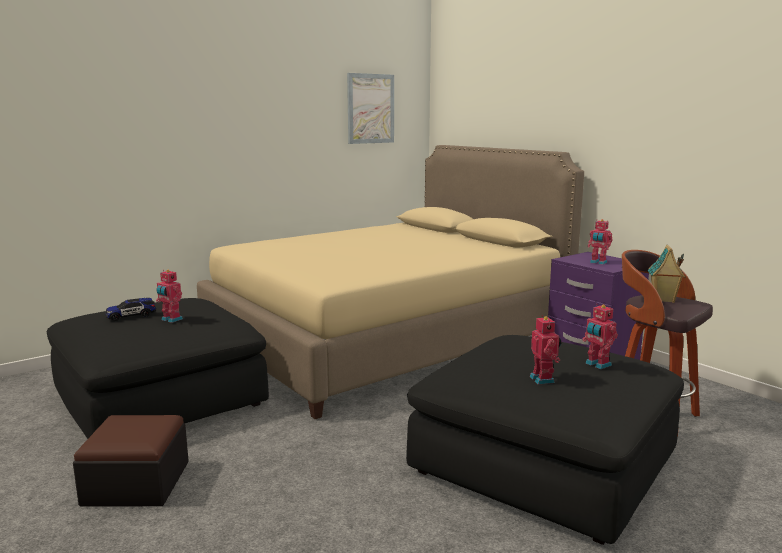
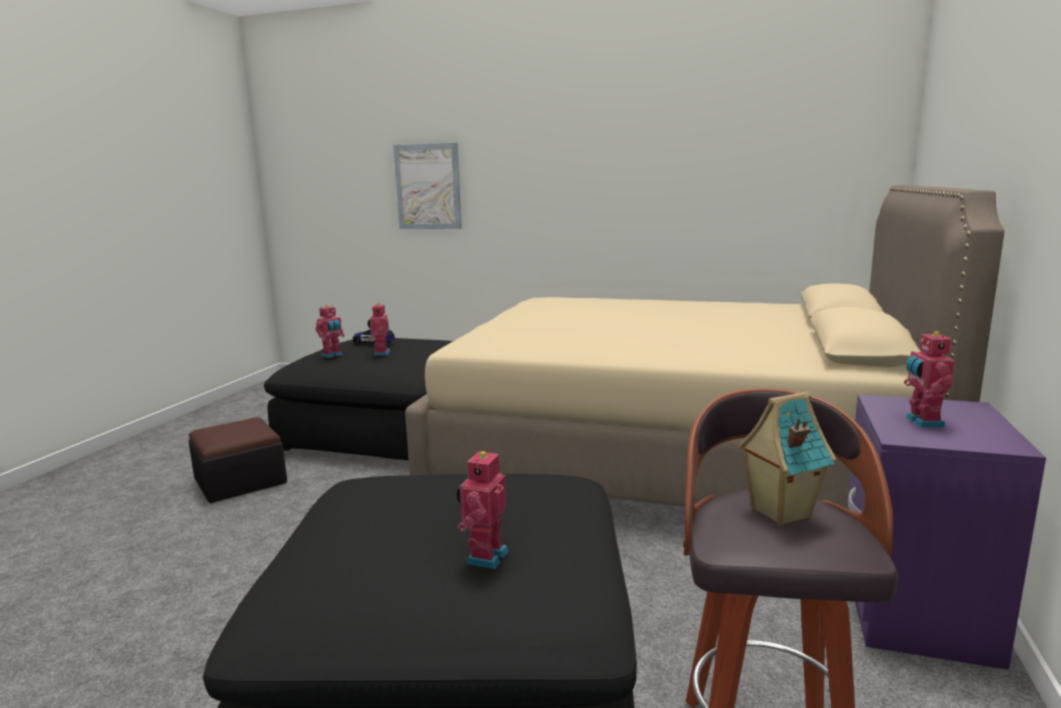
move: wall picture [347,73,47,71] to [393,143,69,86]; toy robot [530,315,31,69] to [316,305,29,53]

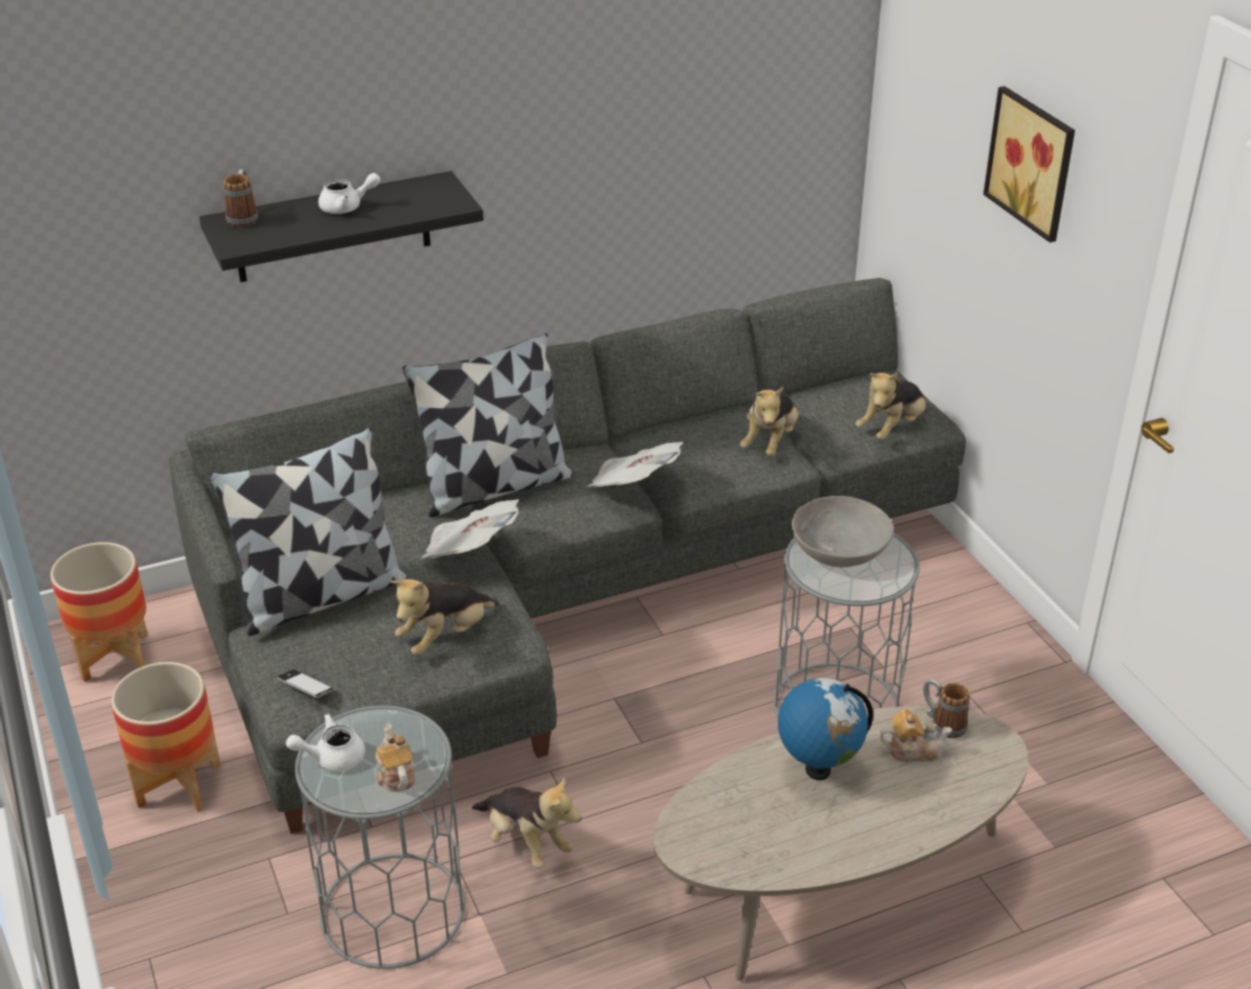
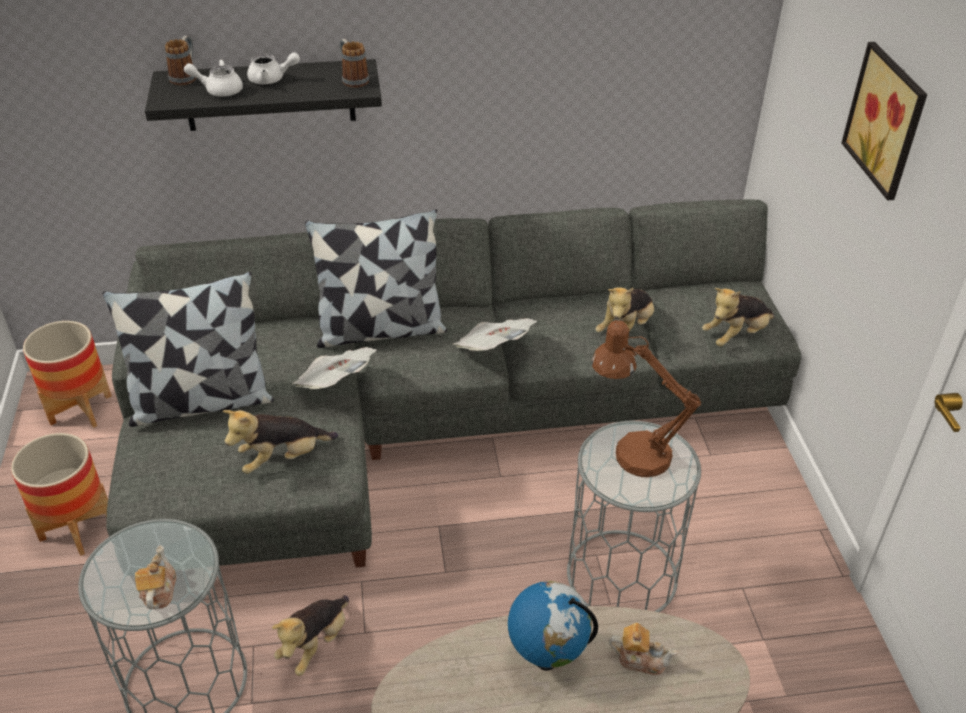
delete: phone [277,669,57,29]
move: coffee mug [923,679,47,59] to [339,39,30,49]; pot for tea (whitish) [286,714,79,58] to [184,59,59,38]
replace: bowl (grey) [792,496,102,71] to tabletop lamp (brownish) [592,320,109,157]
rotate: soft toy [472,777,109,92] = [272,595,77,81] 60 degrees clockwise

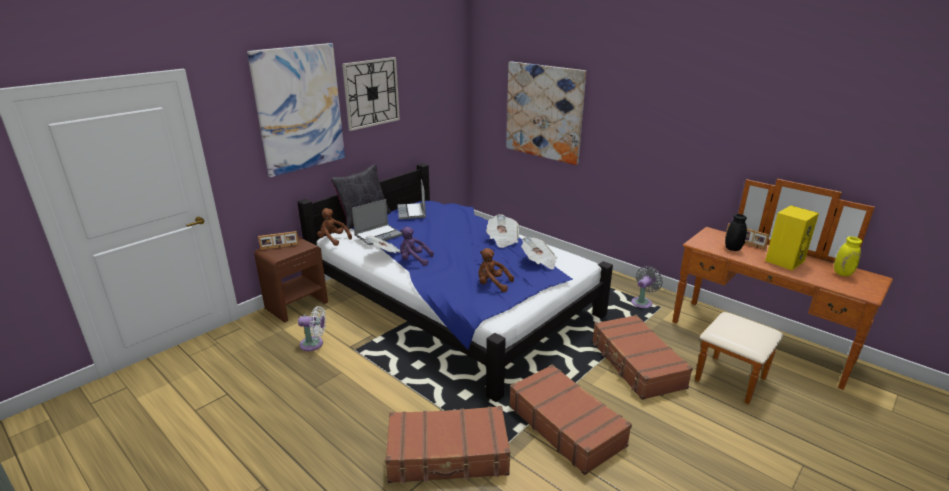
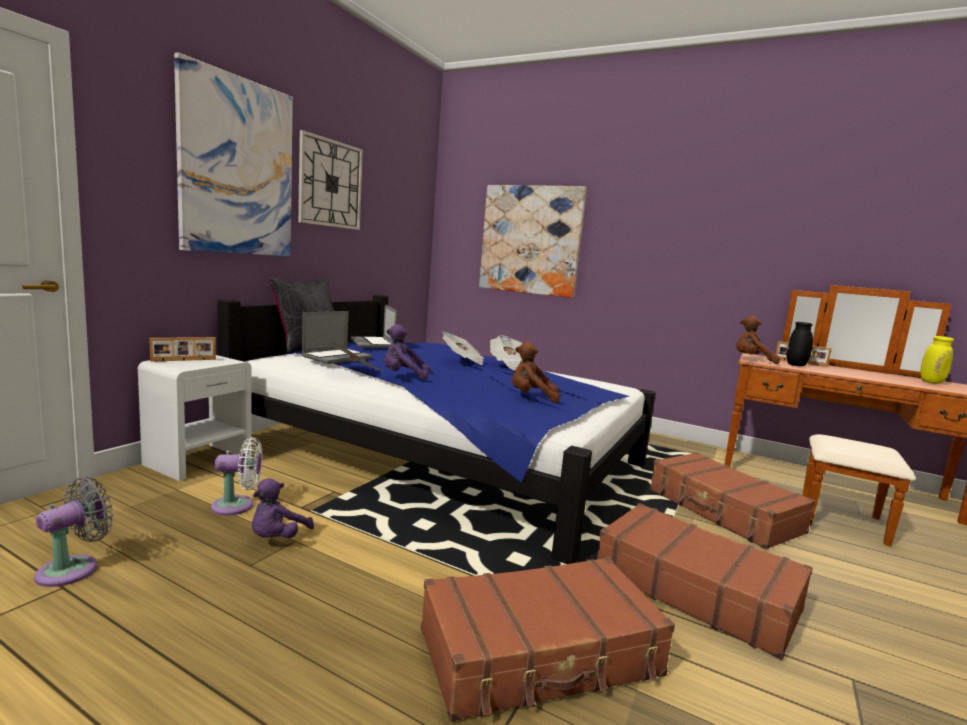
delete: speaker (yellowish) [765,205,54,66]
insert: soft toy (purple-coloured) [252,478,62,60]
move: soft toy (brownish) [317,208,35,38] to [736,316,44,48]; daily paper [521,237,36,32] to [443,332,41,33]; fan (grey) [631,266,32,42] to [34,477,79,110]
recolor: bedside table (brownish) [254,236,74,87] to bedside table (whitish) [138,355,113,126]

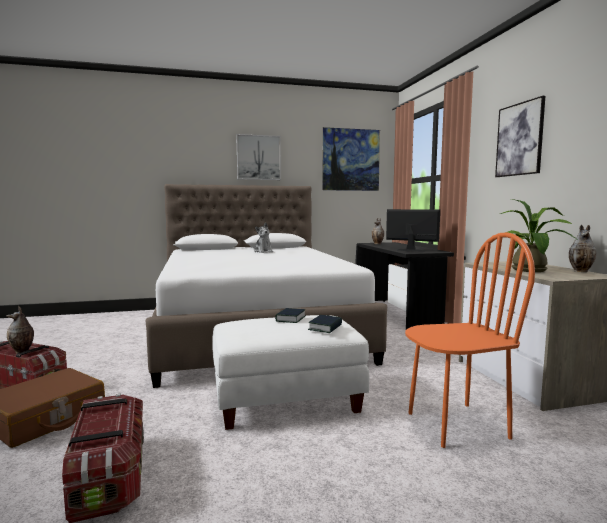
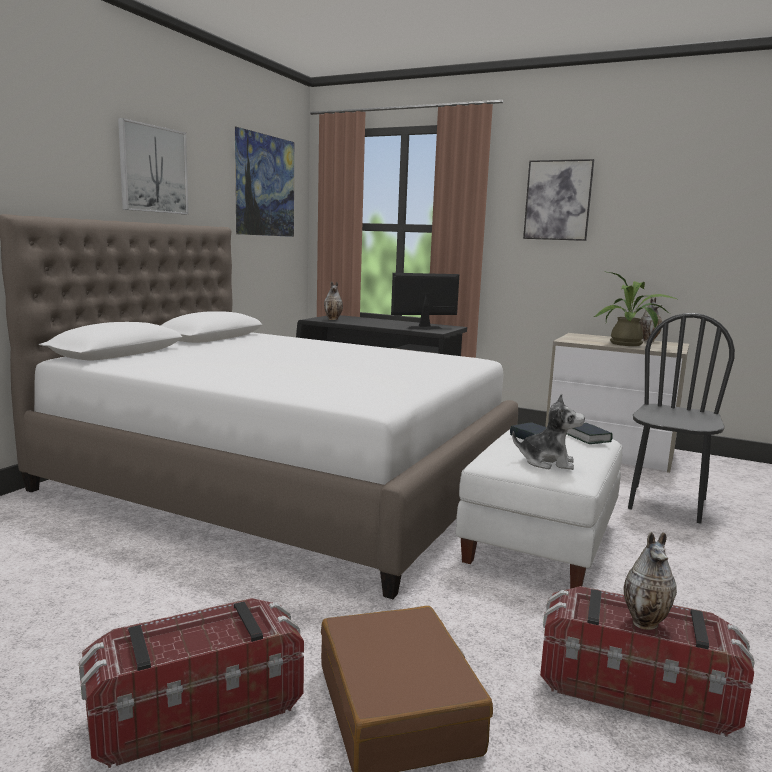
move: soft toy [254,222,19,31] to [512,393,73,77]; vase [6,306,28,48] to [624,532,53,98]
recolor: upright chair (orange-coloured) [405,232,130,216] to upright chair (black) [628,313,107,210]

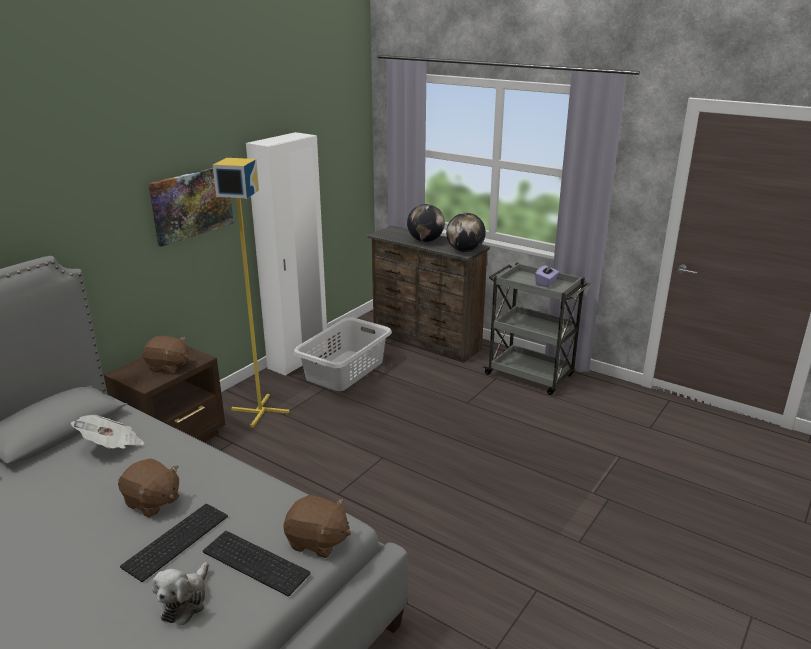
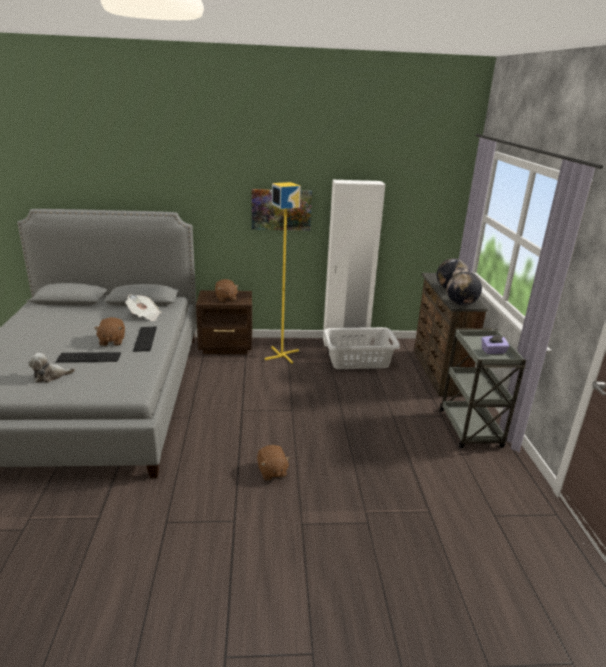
move: soft toy (brownish) [284,495,67,63] to [257,445,34,36]; PC keyboard [203,531,107,65] to [133,326,24,26]

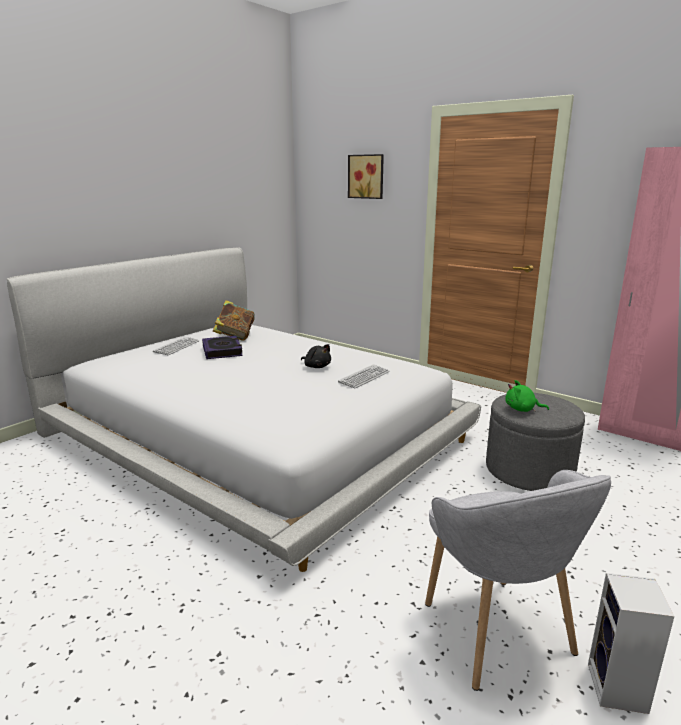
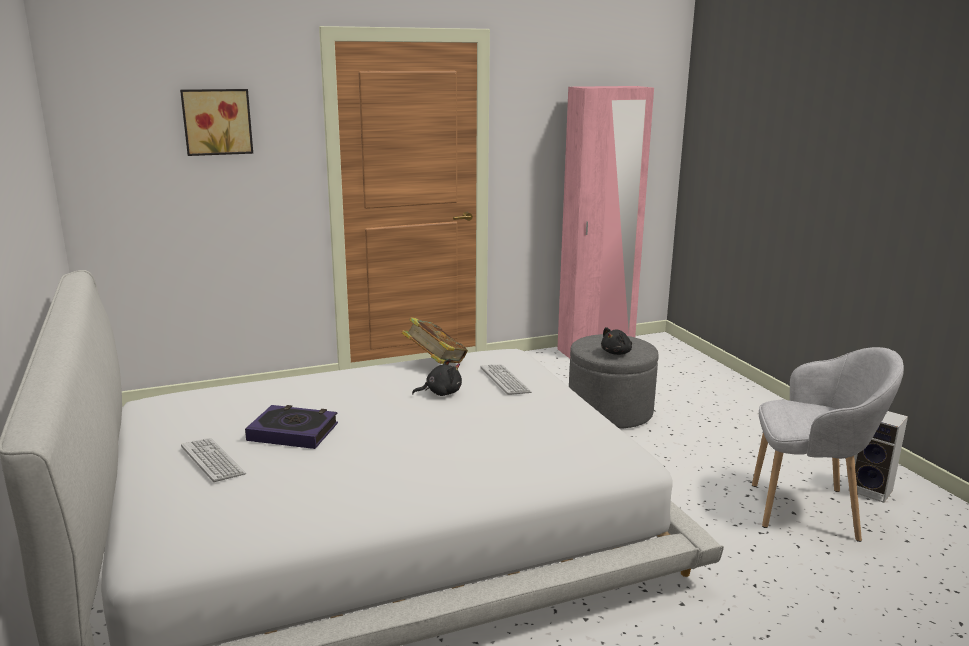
move: bound book [213,300,42,41] to [401,317,67,47]
recolor: soft toy (greenish) [505,380,44,32] to soft toy (black) [601,327,31,28]

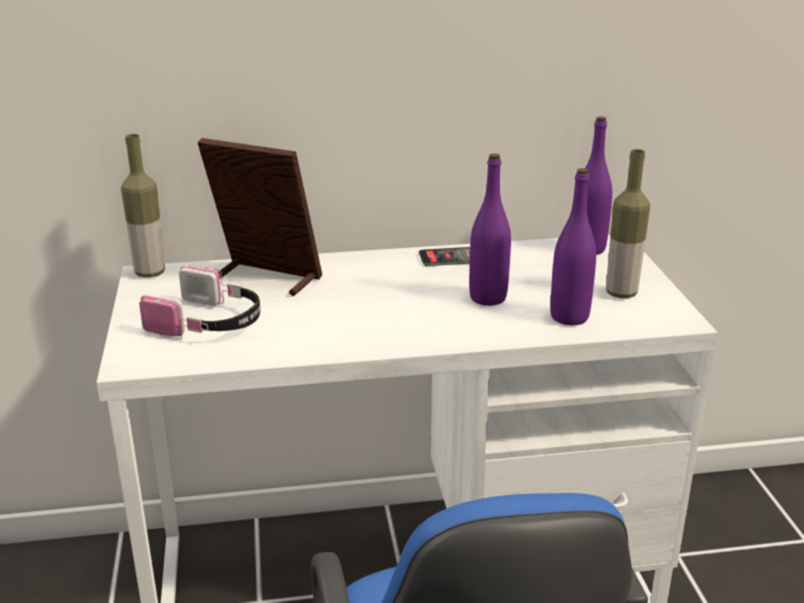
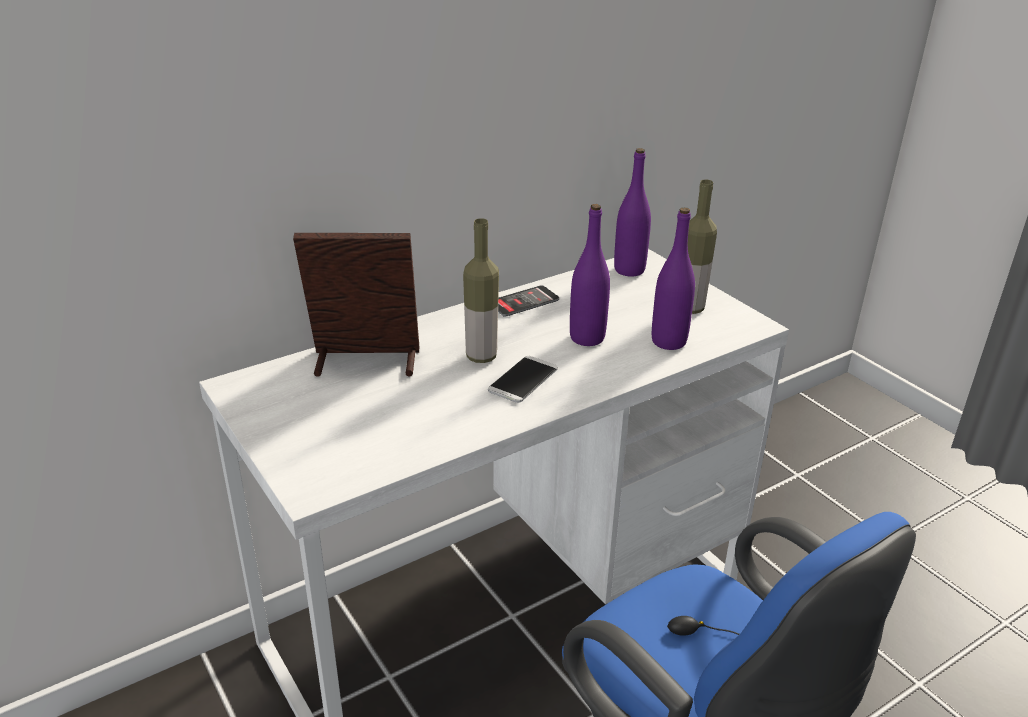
delete: headset [139,266,121,73]
insert: phone [488,356,70,47]
move: beverage bottle [121,134,44,144] to [463,218,36,145]

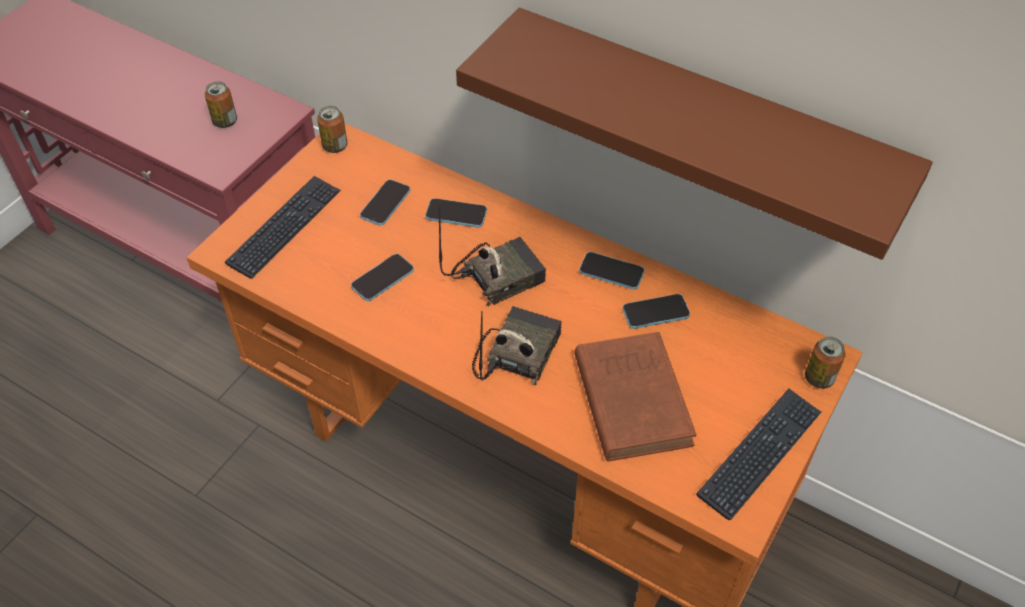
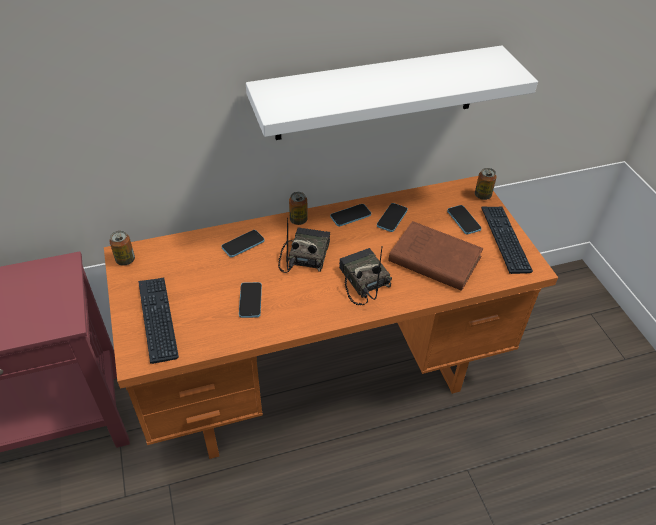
move: metal can [205,82,32,46] to [289,192,19,33]; phone [360,179,51,47] to [447,205,34,29]
recolor: bracket shelf (brownish) [456,8,477,252] to bracket shelf (whitish) [246,45,292,95]

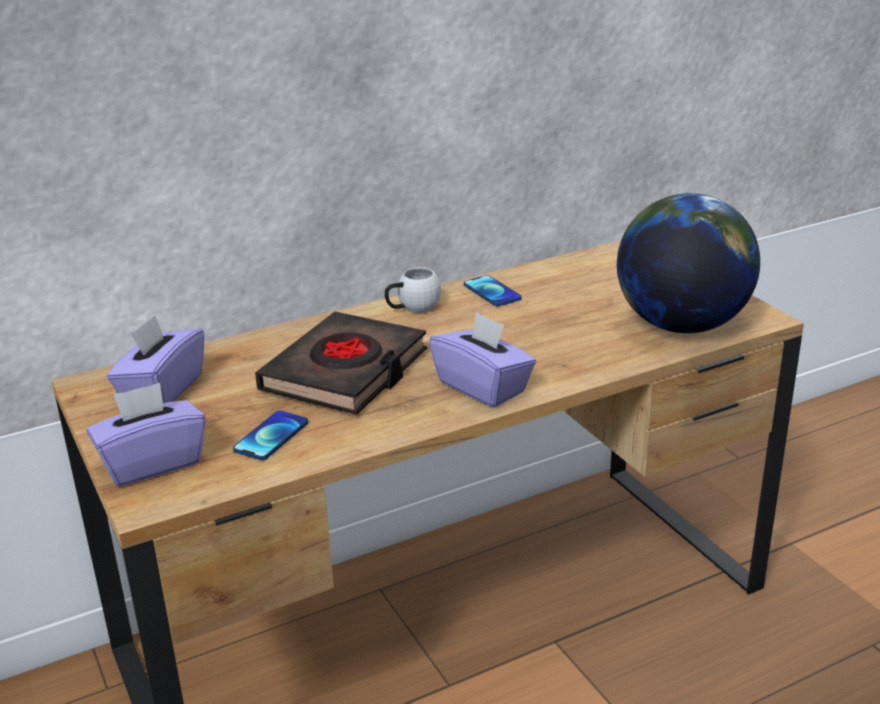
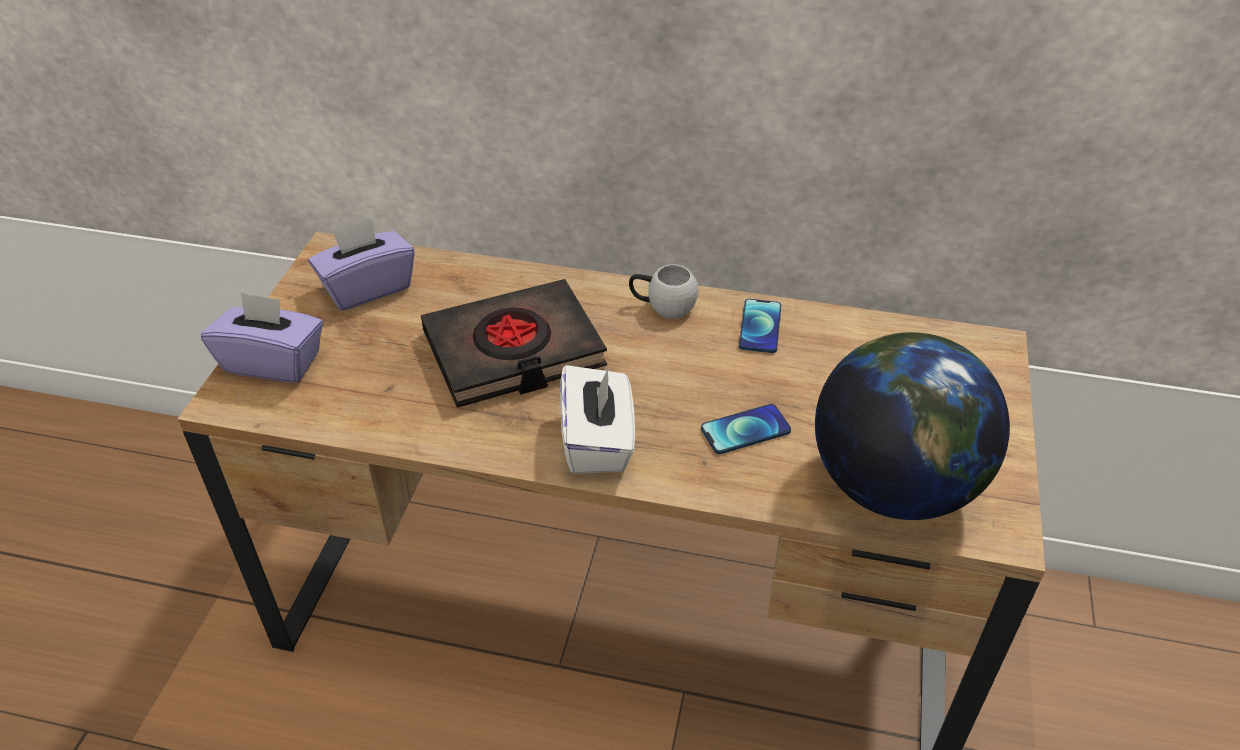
move: phone [233,411,75,49] to [701,404,90,50]
recolor: tissue box (purple-coloured) [429,311,107,97] to tissue box (whitish) [560,365,75,109]

